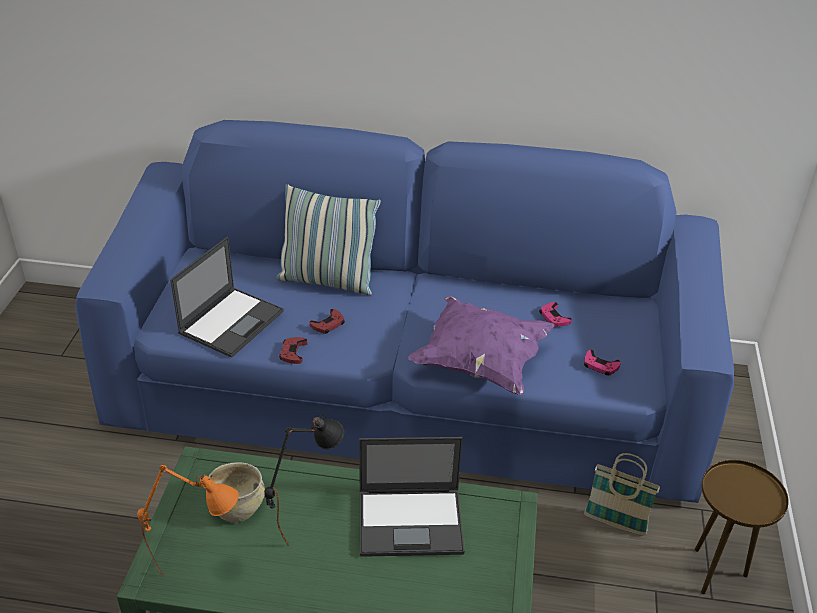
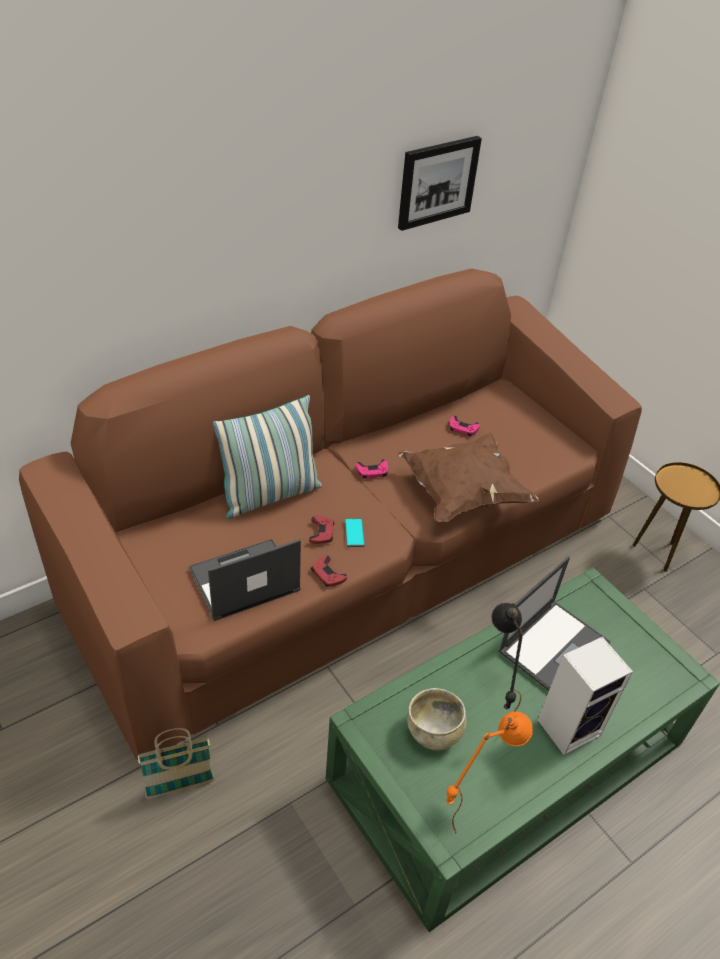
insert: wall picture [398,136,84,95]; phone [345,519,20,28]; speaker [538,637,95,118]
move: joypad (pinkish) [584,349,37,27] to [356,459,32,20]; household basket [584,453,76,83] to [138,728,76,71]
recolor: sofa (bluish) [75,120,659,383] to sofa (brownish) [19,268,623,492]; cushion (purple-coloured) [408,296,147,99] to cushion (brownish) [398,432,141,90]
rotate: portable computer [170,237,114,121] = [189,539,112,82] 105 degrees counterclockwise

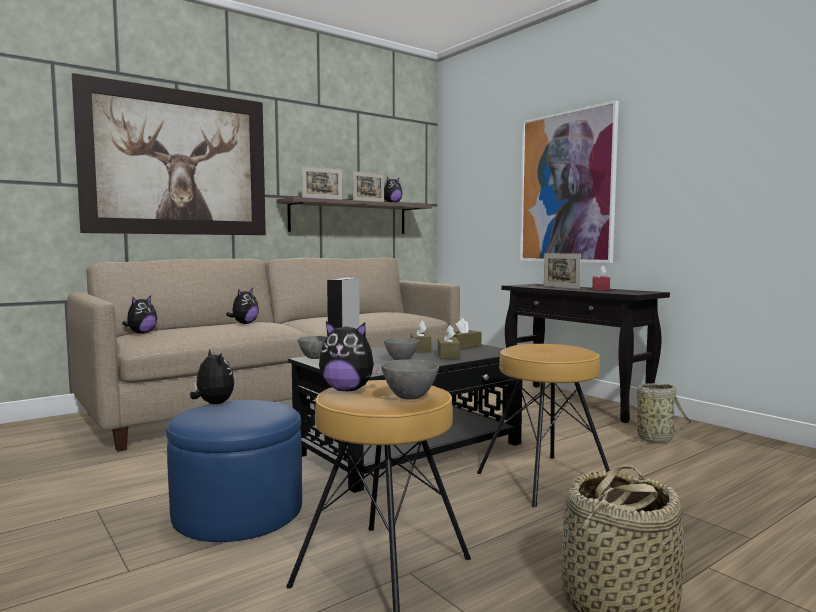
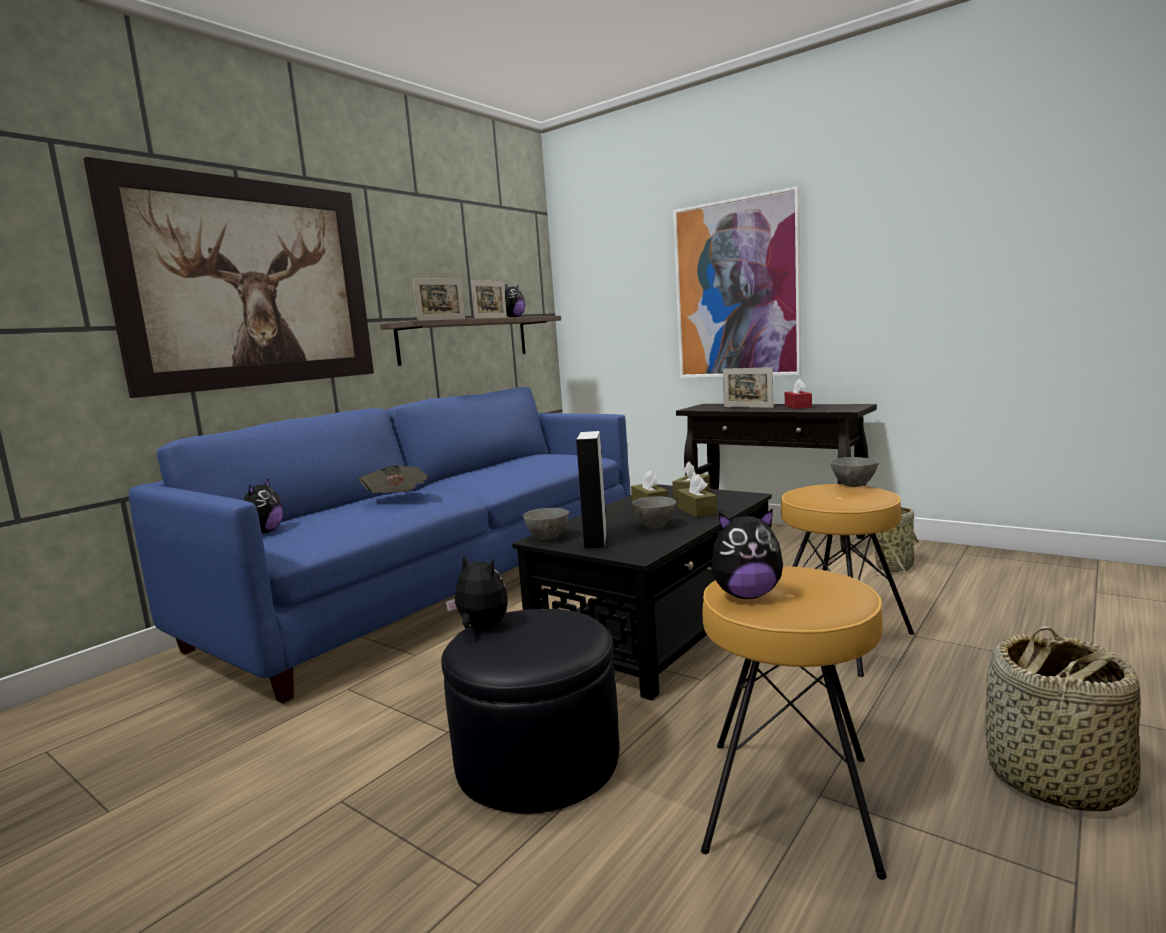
move: bowl (grey) [381,359,58,41] to [830,457,49,30]
replace: soft toy [226,288,33,36] to daily paper [358,465,70,28]
recolor: sofa (beige-coloured) [67,258,393,194] to sofa (bluish) [129,387,502,316]; ottoman (bluish) [166,400,136,142] to ottoman (black) [441,609,178,205]

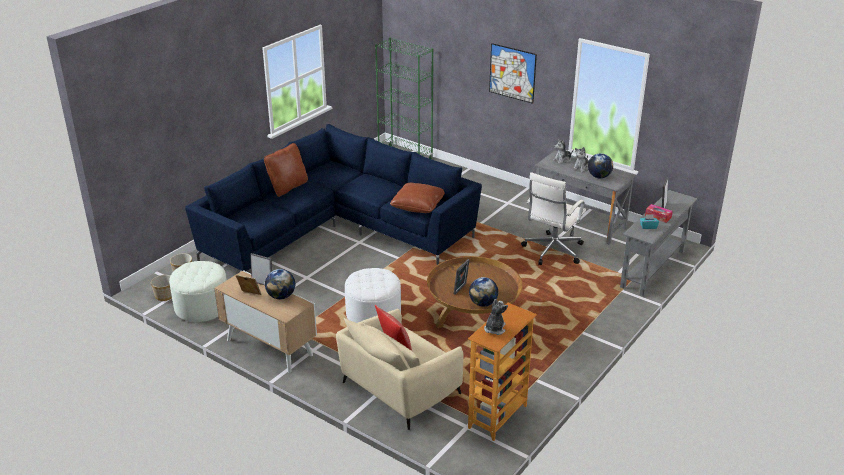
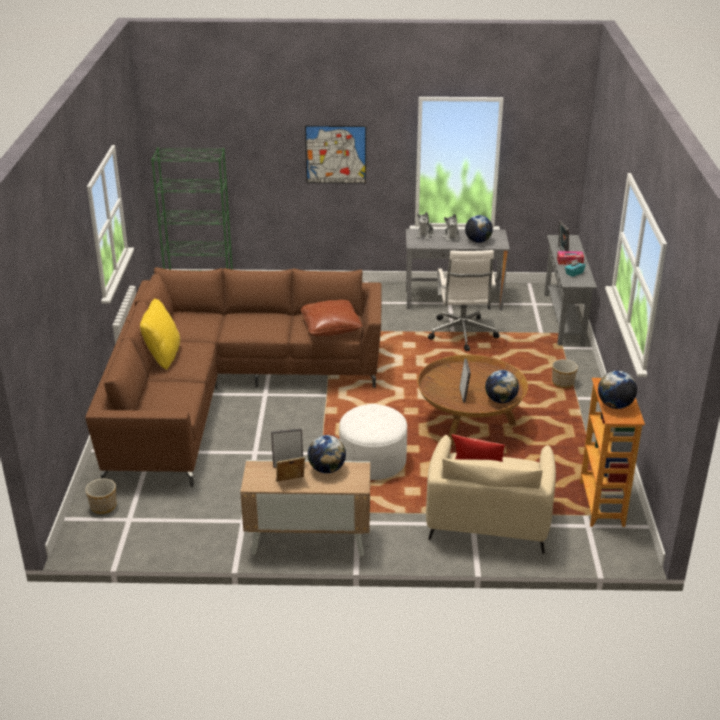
delete: ottoman (whitish) [169,261,58,61]
move: planter [151,275,21,26] to [552,359,26,29]
replace: soft toy [484,299,24,36] to desk globe [598,371,39,38]
recolor: sofa (bluish) [185,124,297,147] to sofa (brownish) [85,267,297,220]; cushion (brownish) [264,143,44,54] to cushion (yellowish) [140,298,40,72]

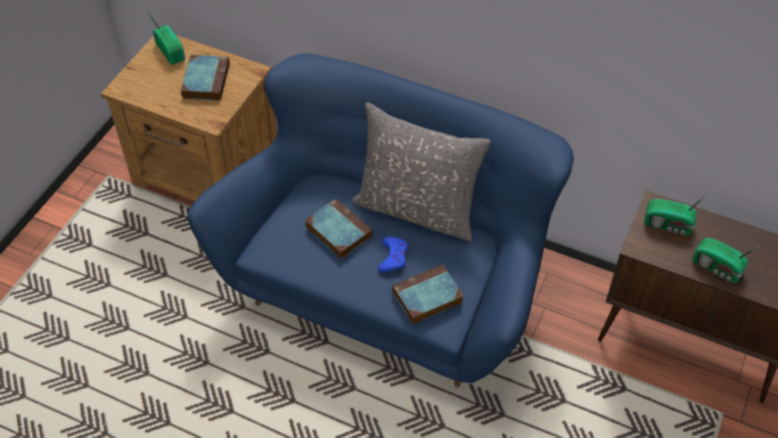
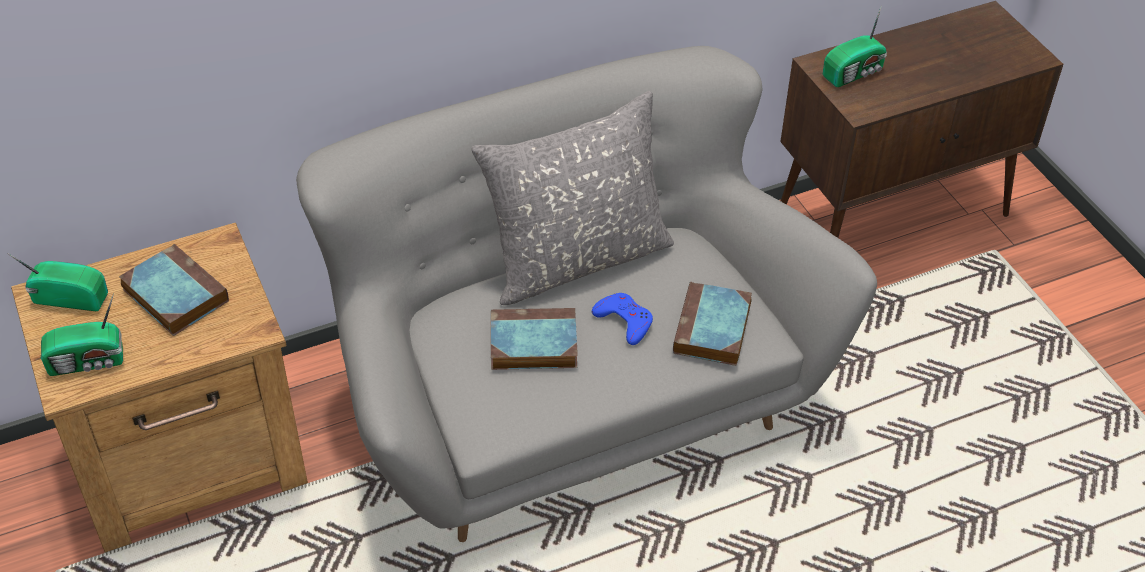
move: radio receiver [693,238,67,45] to [41,293,82,83]
recolor: sofa (bluish) [187,53,387,335] to sofa (grey) [296,46,581,496]

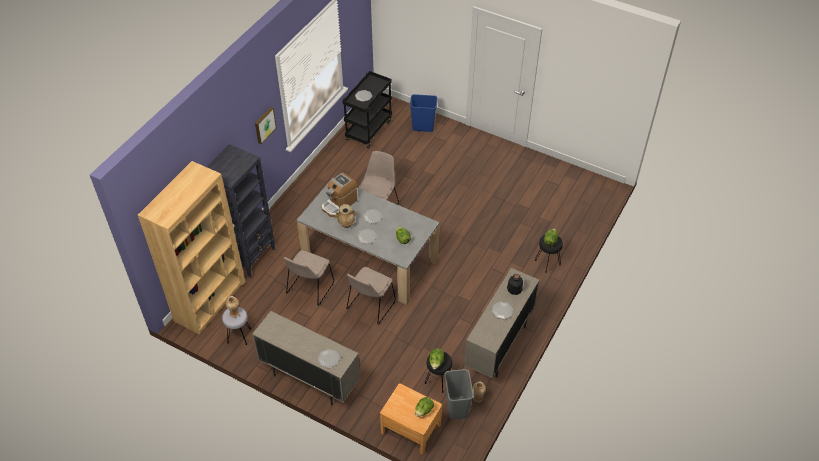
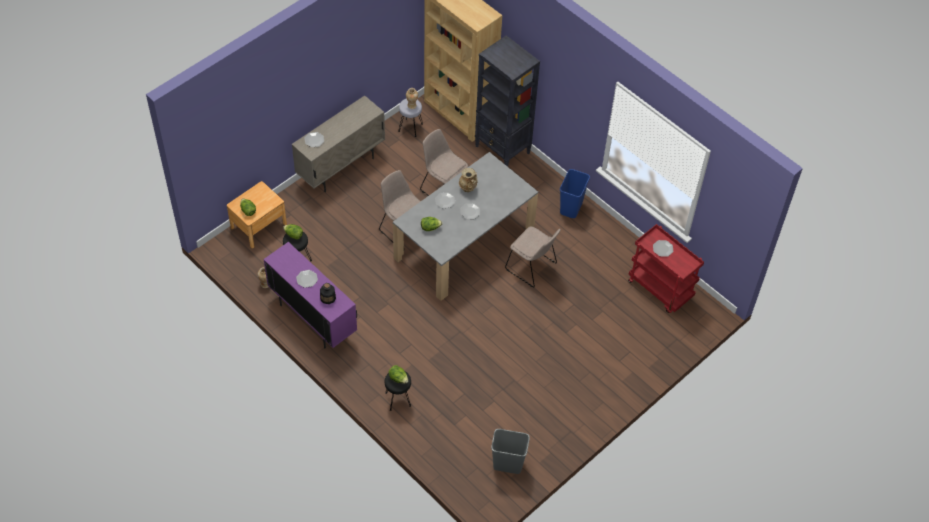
delete: wall picture [255,107,22,37]; coffee brewer [322,173,35,44]
move: trash can (bluish) [410,94,28,38] to [560,169,30,49]; trash can (grey) [444,369,30,51] to [491,429,39,45]
recolor: trolley (black) [343,71,49,78] to trolley (red-coloured) [628,224,76,89]; cupboard (beige-coloured) [464,268,75,111] to cupboard (purple-coloured) [264,242,93,106]

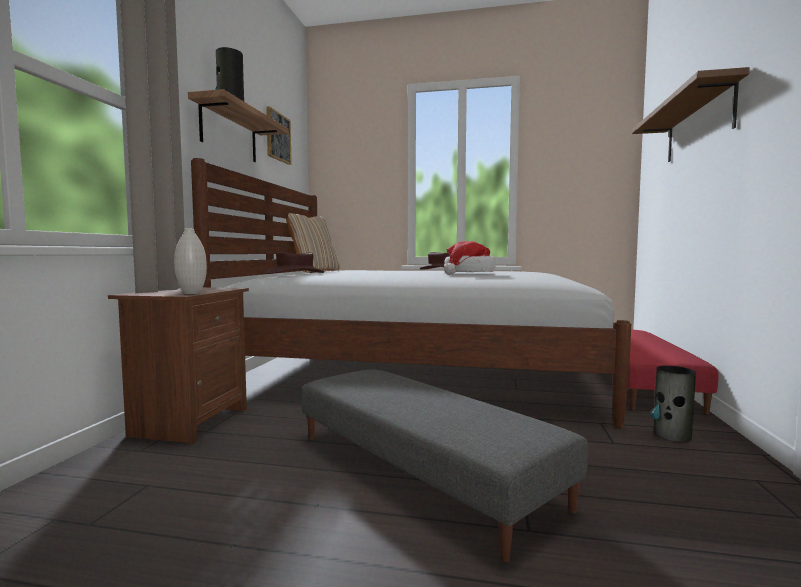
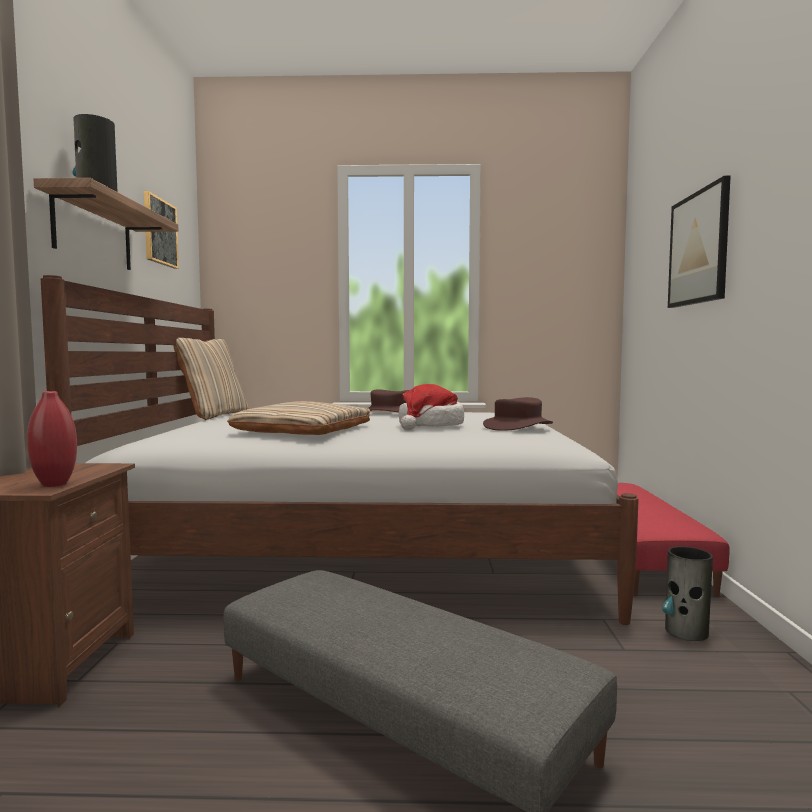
insert: cushion (beige-coloured) [227,401,143,34]
move: hat (brownish) [265,252,59,22] to [483,397,70,34]
replace: bracket shelf (brownish) [632,67,118,95] to wall picture [668,176,63,132]
recolor: vase (whitish) [174,229,33,65] to vase (red-coloured) [27,391,50,96]

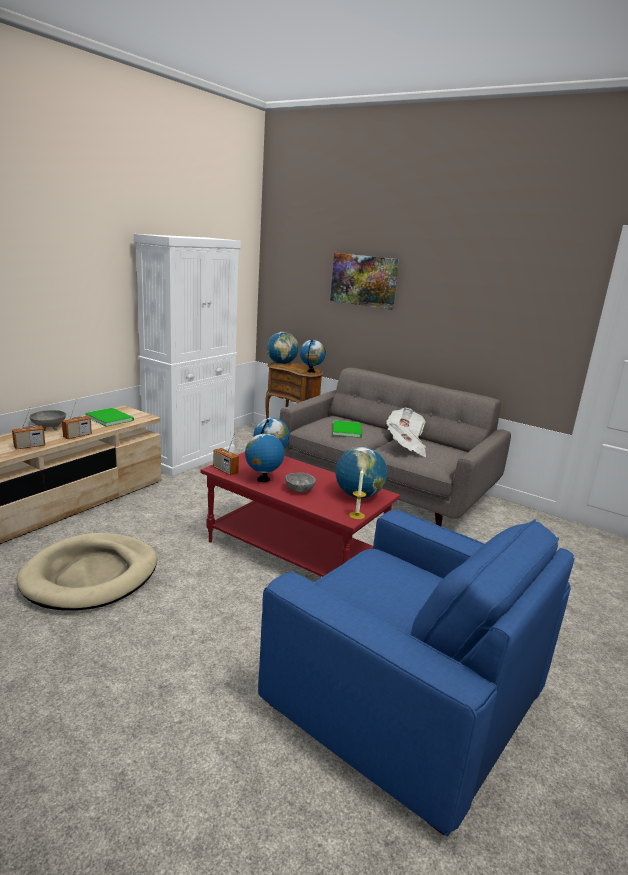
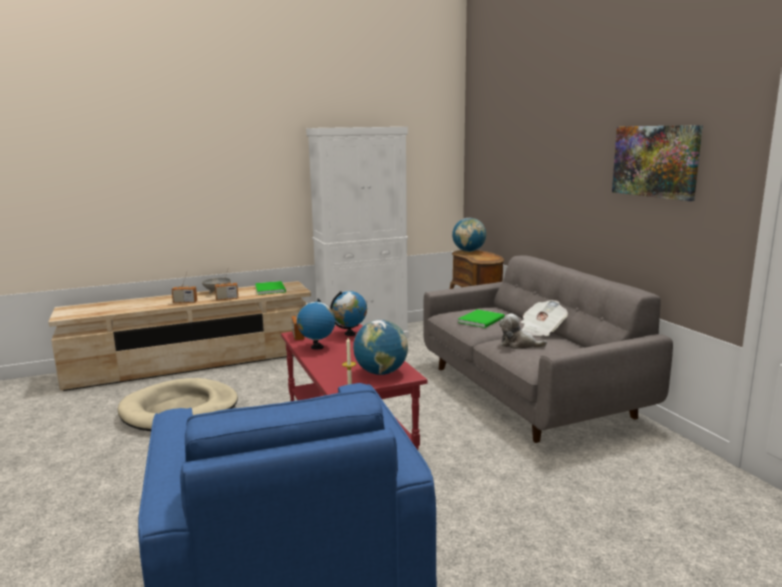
delete: desk globe [300,340,26,33]; bowl (grey) [285,472,31,20]
move: wall picture [330,253,69,57] to [612,125,91,76]
replace: daily paper [389,422,37,35] to soft toy [499,313,48,36]

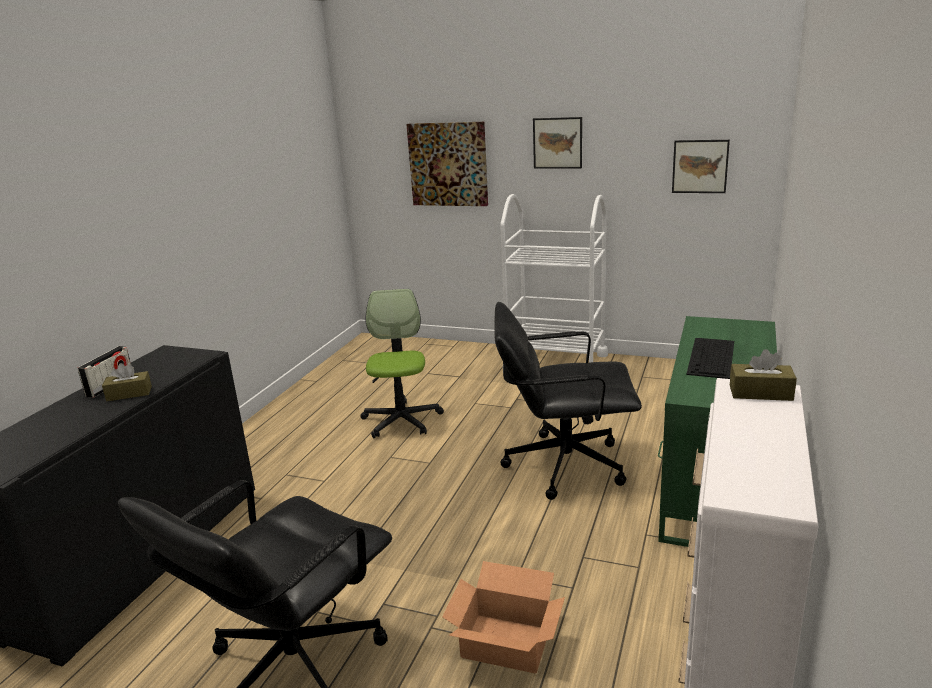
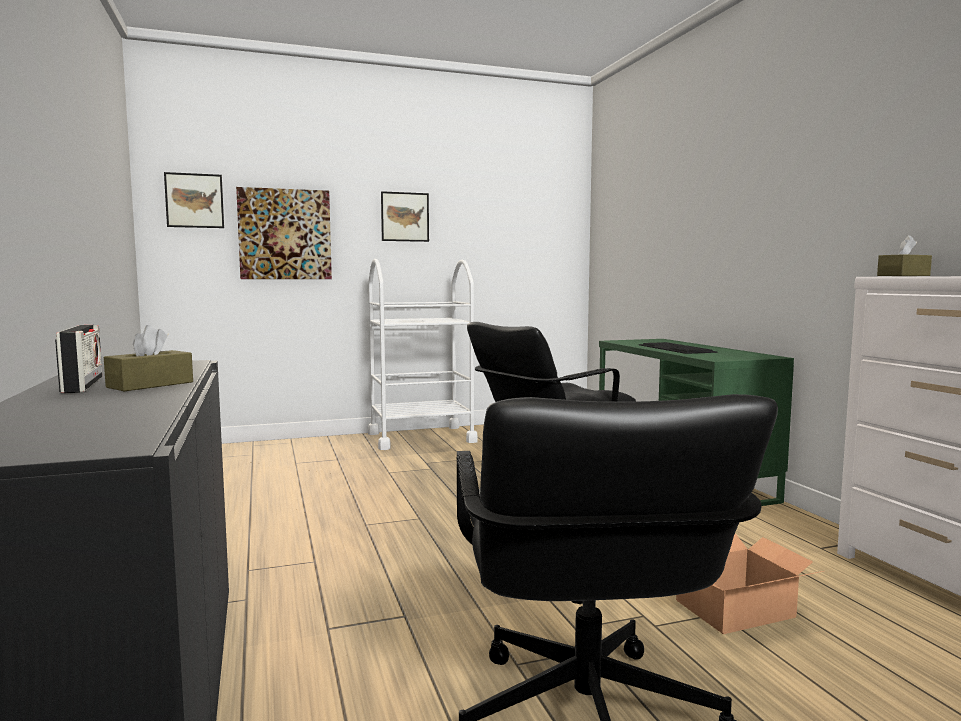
delete: desk chair [360,289,84,149]
move: wall picture [672,140,58,53] to [164,172,60,56]

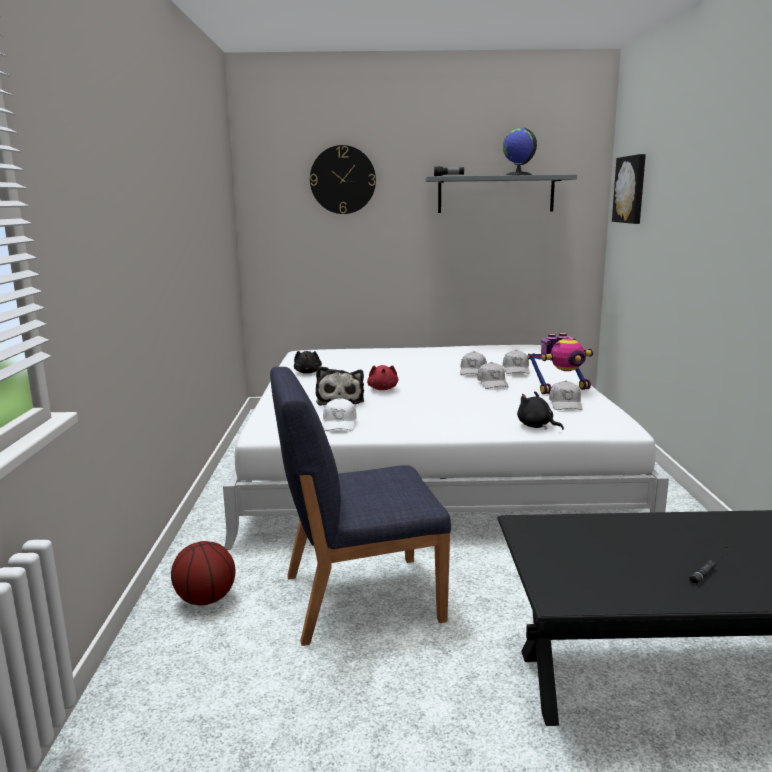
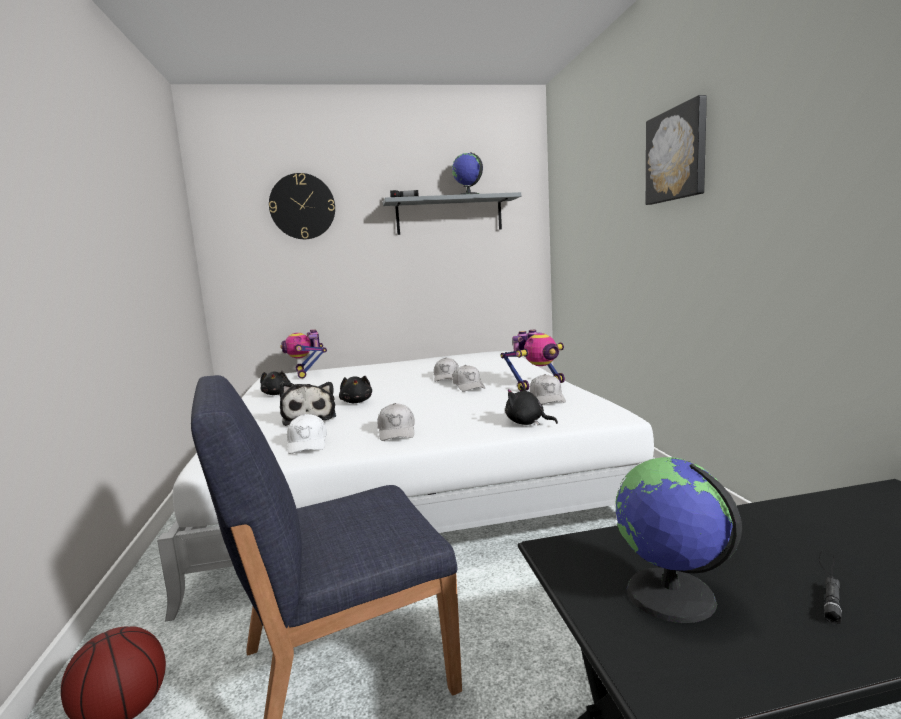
insert: toy robot [280,329,47,50]; desk globe [616,457,126,166]
move: wall picture [612,154,34,70] to [646,95,61,110]; cap (whitish) [503,350,26,24] to [378,403,37,38]
recolor: soft toy (red-coloured) [367,365,31,25] to soft toy (black) [339,376,33,27]

